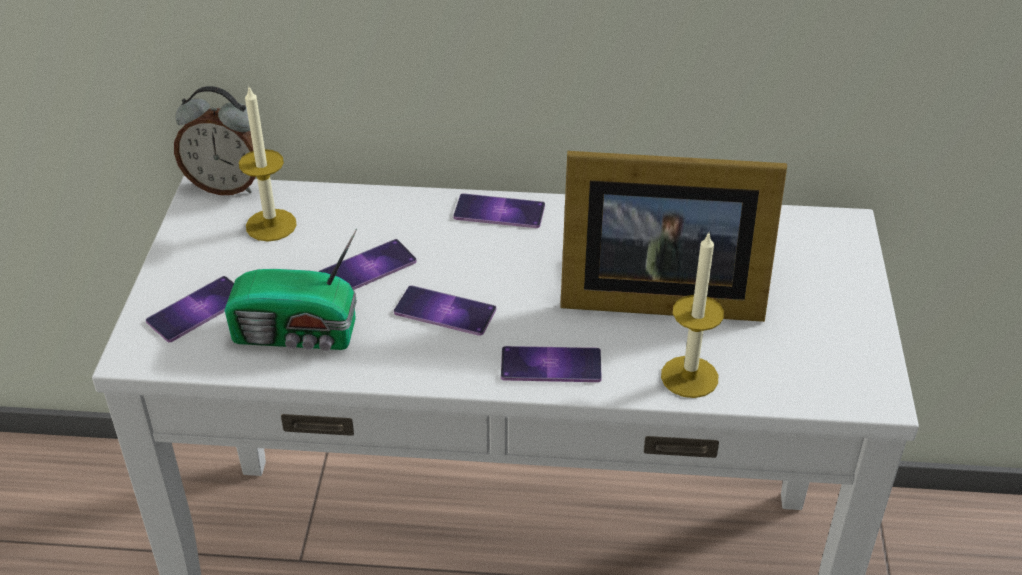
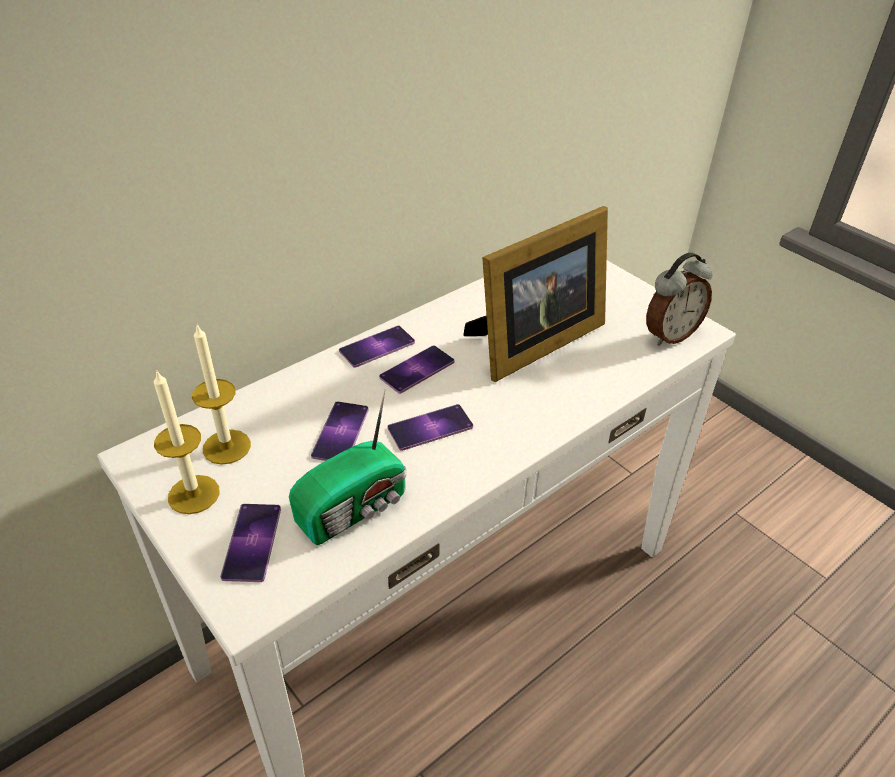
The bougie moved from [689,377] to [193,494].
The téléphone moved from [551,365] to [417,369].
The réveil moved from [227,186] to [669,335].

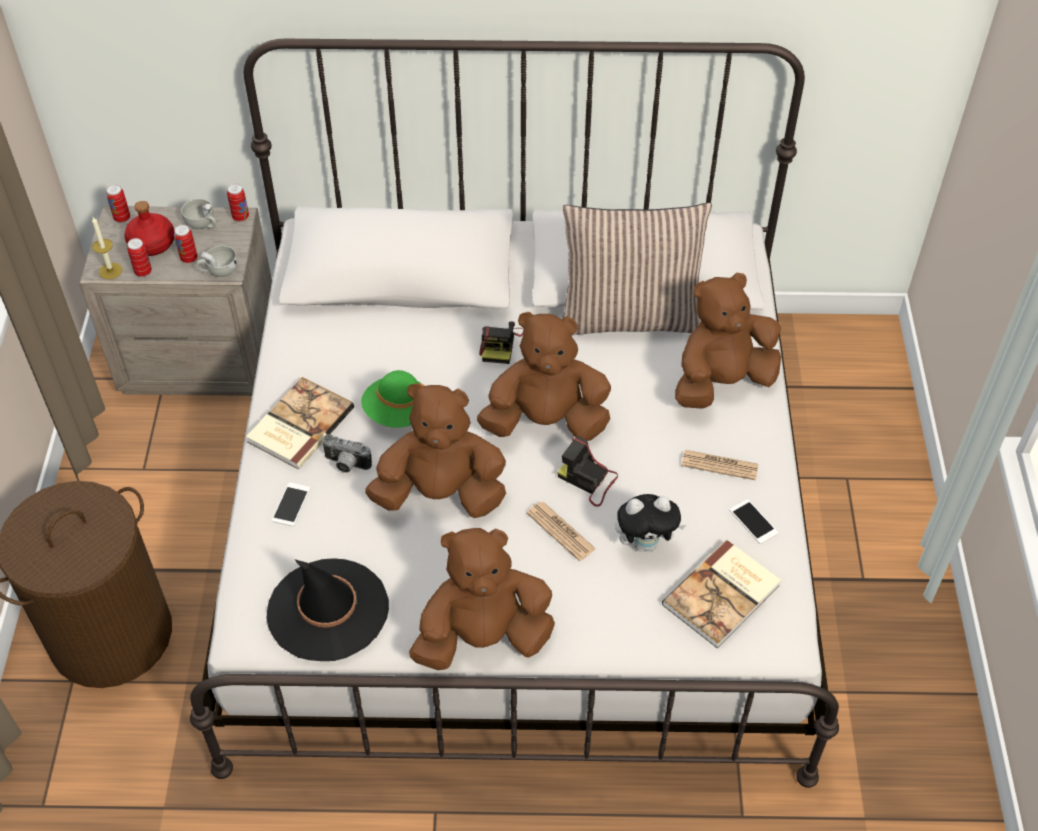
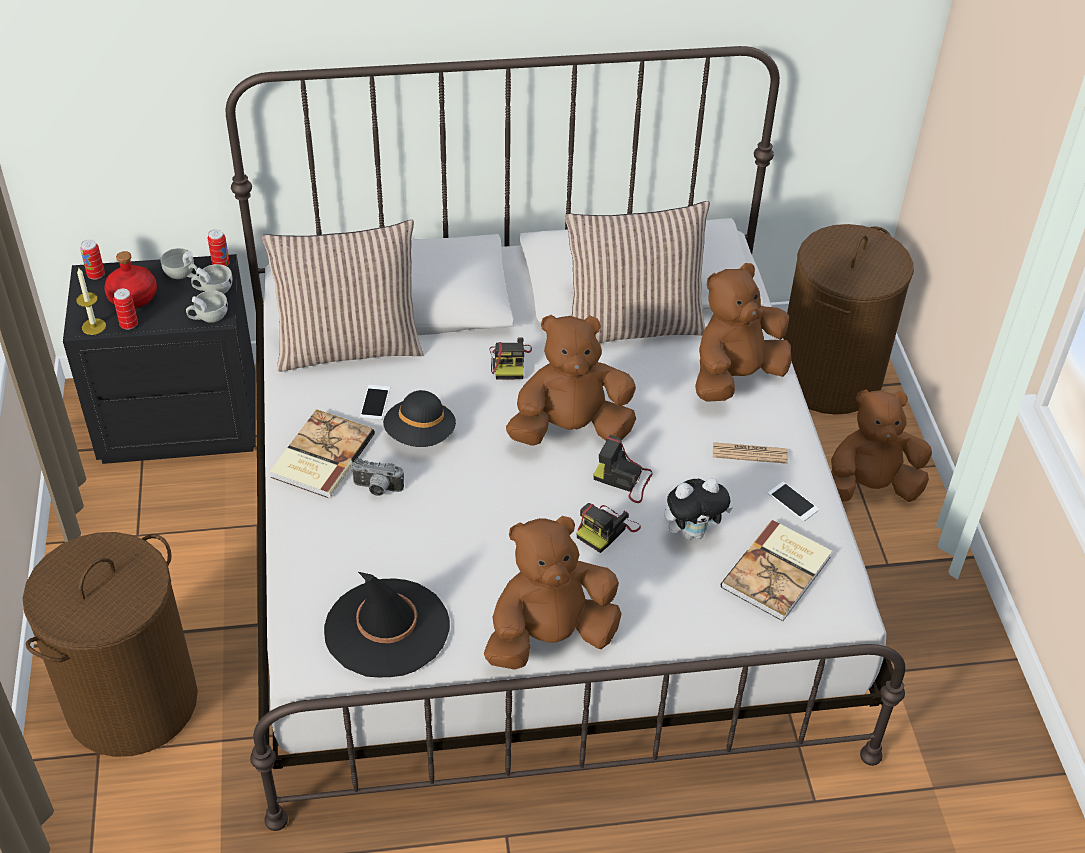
The table de chevet/beige at [202,358] became the table de chevet/noir at [180,420].
The tasse/blanc at [213,290] appeared.
The coussin at [349,346] appeared.
The téléphone moved from [291,504] to [375,402].
The chapeau/vert at [398,412] became the chapeau/noir at [420,435].
The journal at [560,531] was replaced by the appareil photo at [606,530].
The panier à linge/marron at [829,378] appeared.
The peluche/marron moved from [441,494] to [869,487].
The boîte métallique at [189,258] disappeared.

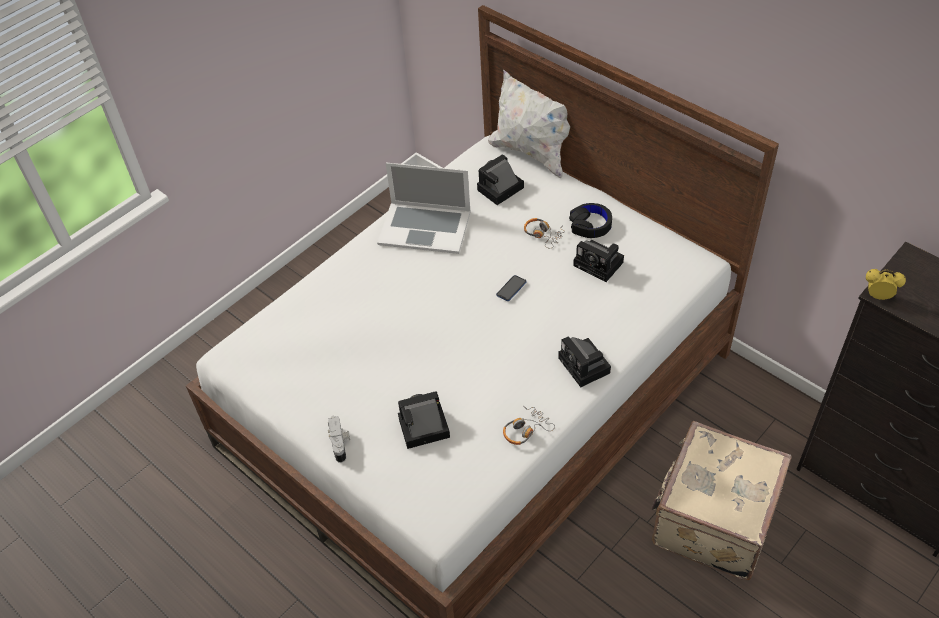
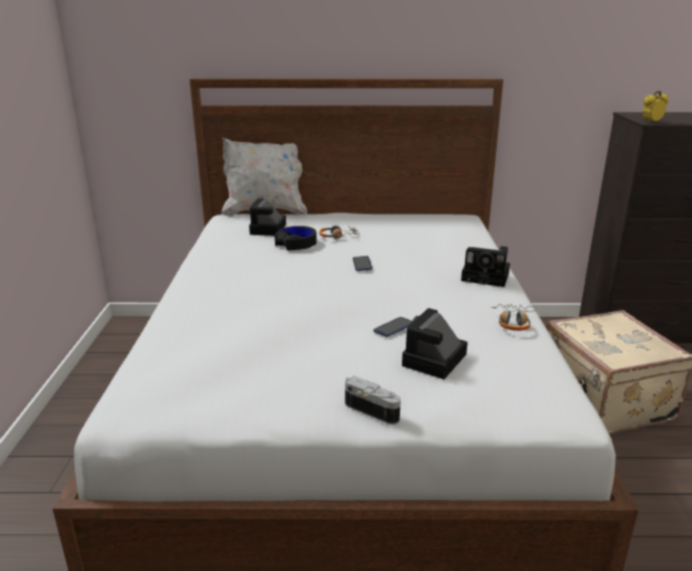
The casque audio/noir moved from [590,225] to [296,244].
The téléphone at [393,328] appeared.
The ordinateur portable at [425,227] disappeared.
The appareil photo at [600,264] disappeared.

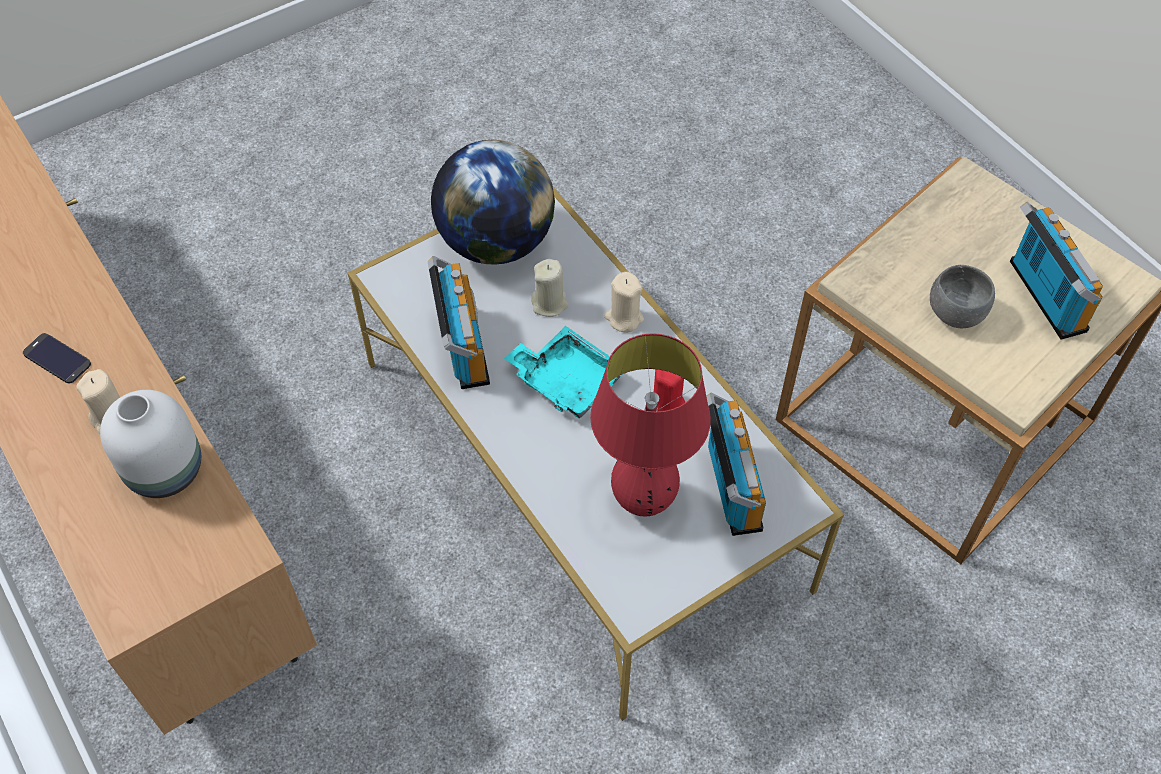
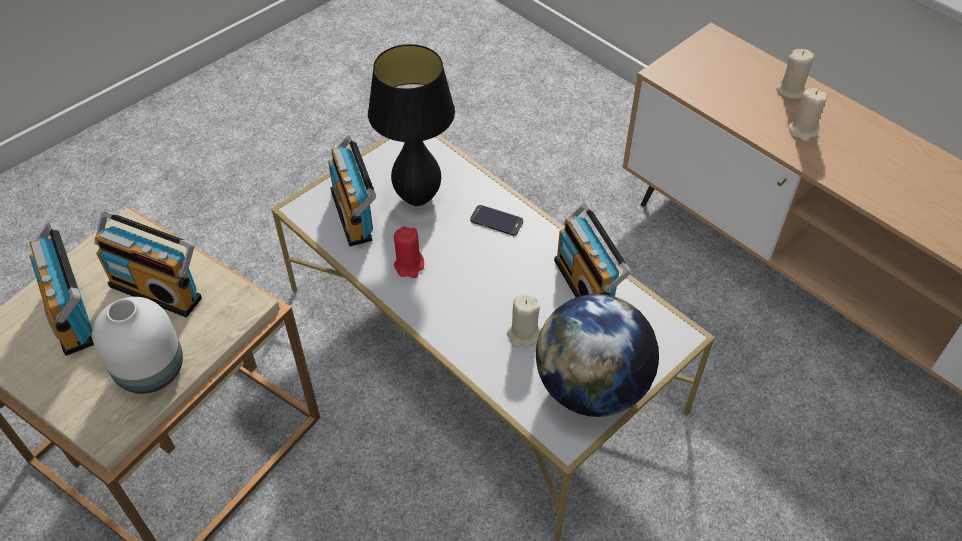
The vase/blanc moved from [166,468] to [150,372].
The bol/gris at [955,313] was replaced by the radio at [159,289].
The lampe de table/rouge at [644,501] became the lampe de table/noir at [417,198].
The téléphone moved from [57,358] to [496,220].
The bougie/beige moved from [624,318] to [791,90].
The plateau/turquoise at [567,381] disappeared.

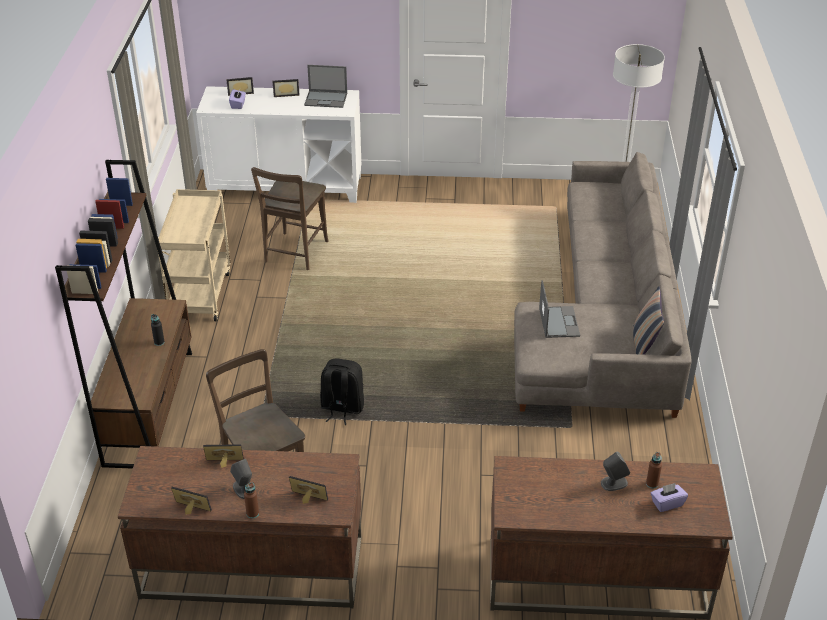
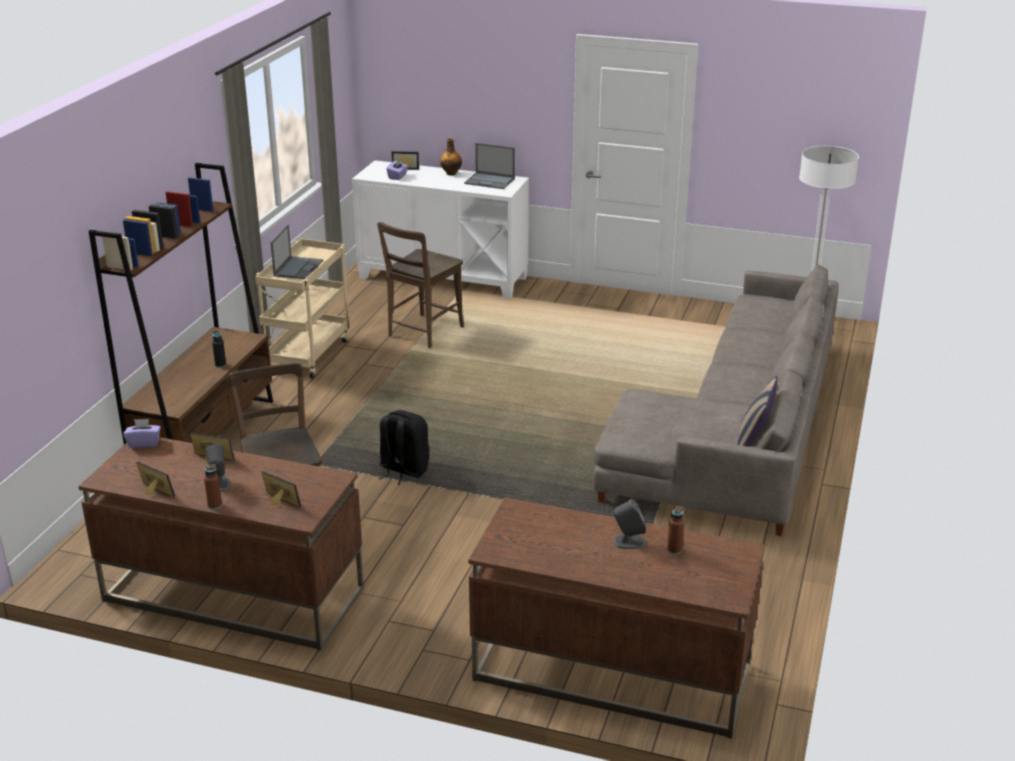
The boîte à mouchoirs/violet moved from [667,503] to [144,443].
The ordinateur portable moved from [558,322] to [298,268].
The cadre photo at [286,94] was replaced by the bouteille at [451,173].

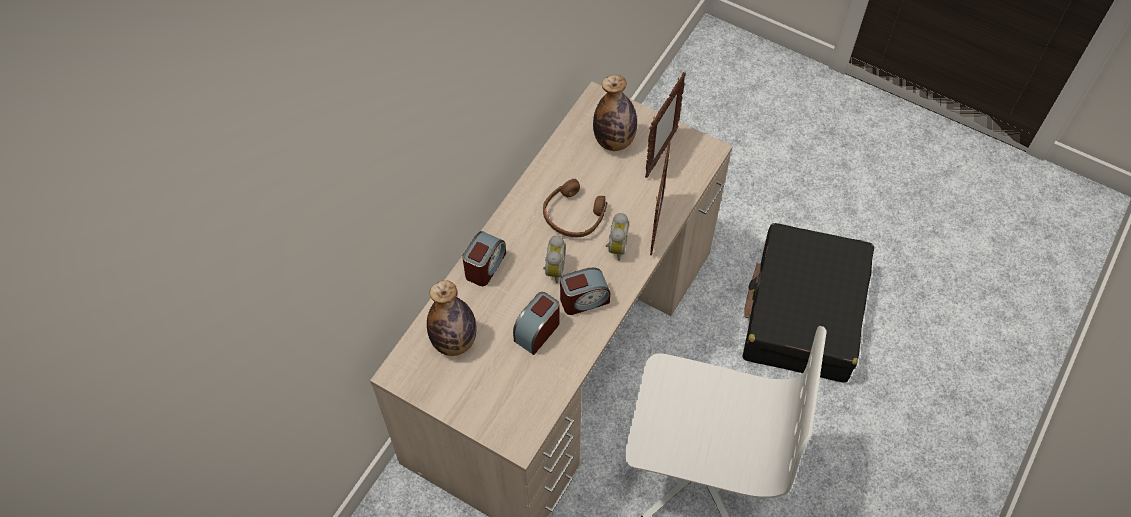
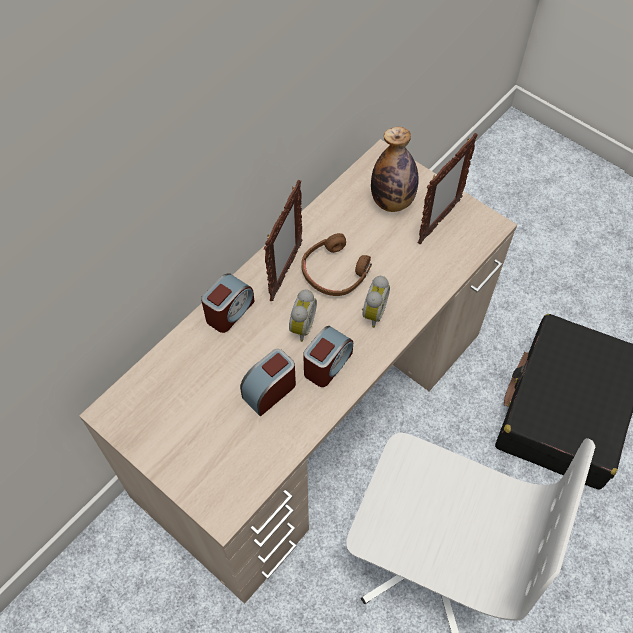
The cadre photo moved from [656,226] to [285,272].
The réveil at [584,300] turned 45 degrees counterclockwise.
The bouteille at [454,341] disappeared.

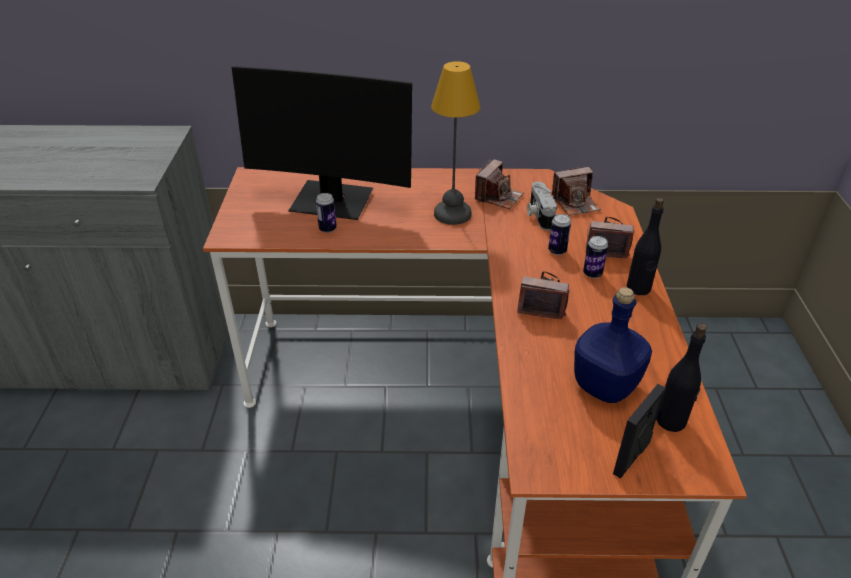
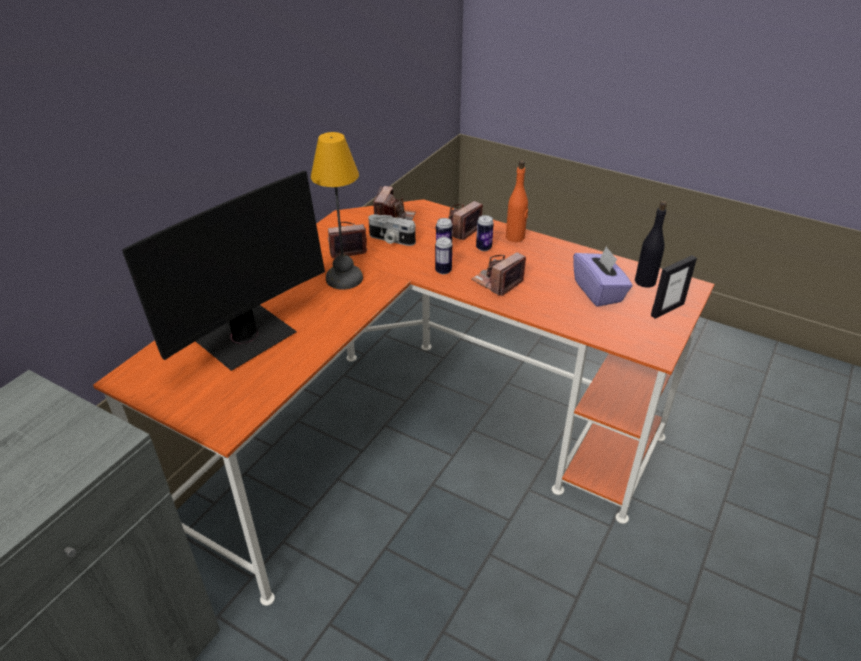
The appareil photo at [498,197] turned 75 degrees counterclockwise.
The boîte métallique moved from [327,229] to [443,271].
The bouteille/noir at [638,288] became the bouteille/orange at [515,237].
The bouteille/bleu at [605,385] was replaced by the boîte à mouchoirs/violet at [598,291].
The cadre photo at [632,457] turned 105 degrees counterclockwise.

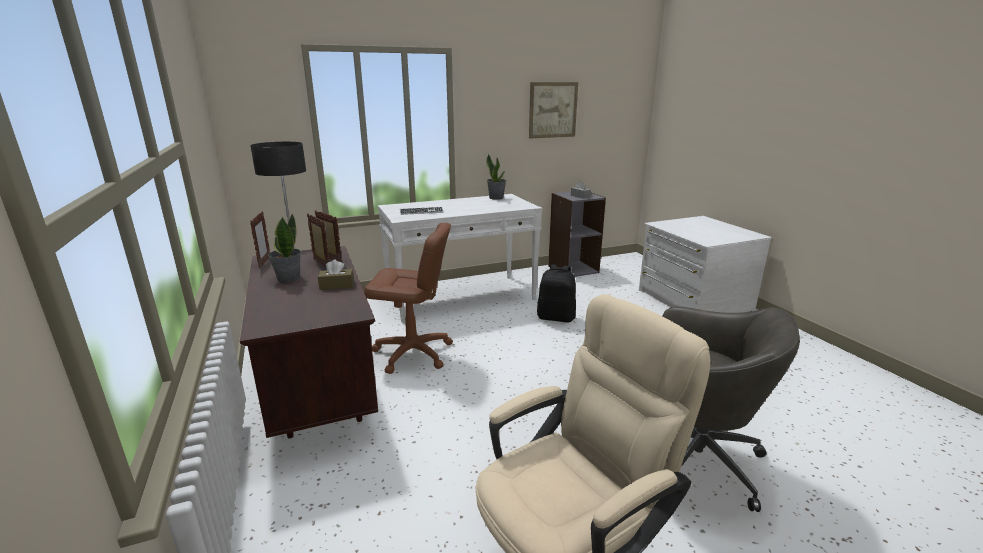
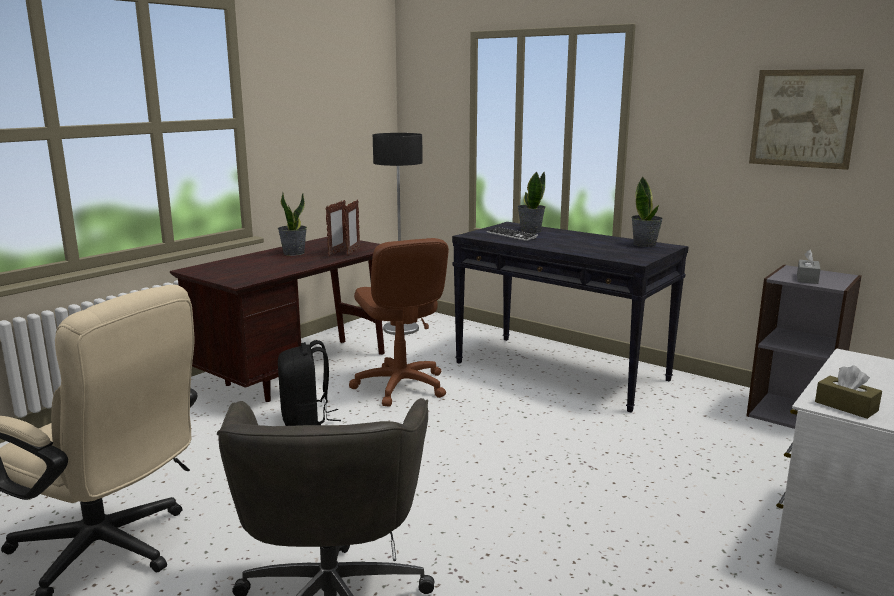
The sac à dos/noir moved from [556,317] to [306,421].
The table console/blanc at [461,297] became the table console/noir at [561,371].
The plante en pot at [530,231] appeared.
The boîte à mouchoirs/marron moved from [336,285] to [846,406].
The cadre photo at [264,262] disappeared.

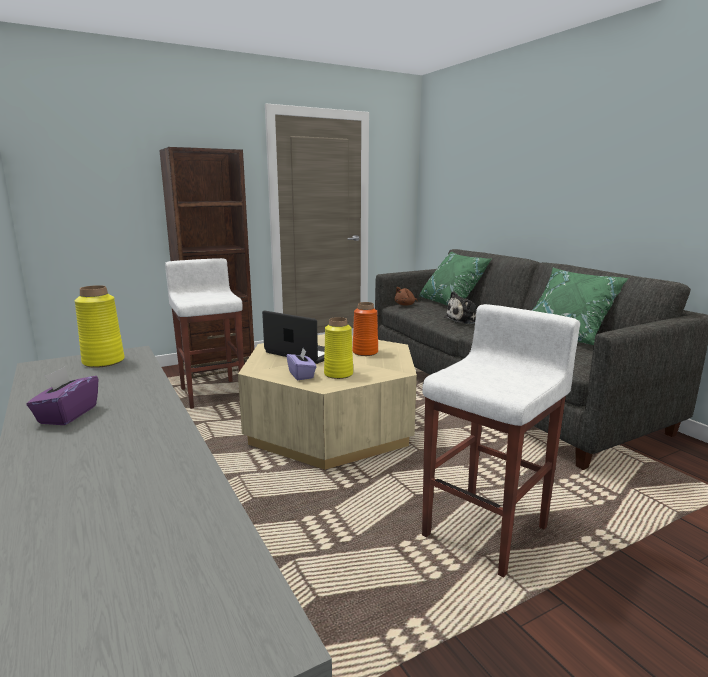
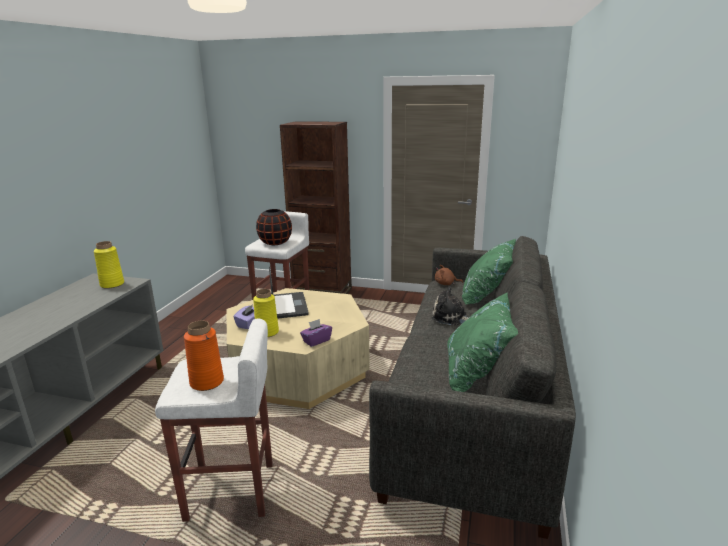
The vase/orange moved from [365,352] to [207,382].
The vase/noir at [275,243] appeared.
The boîte à mouchoirs/violet moved from [67,415] to [316,341].

